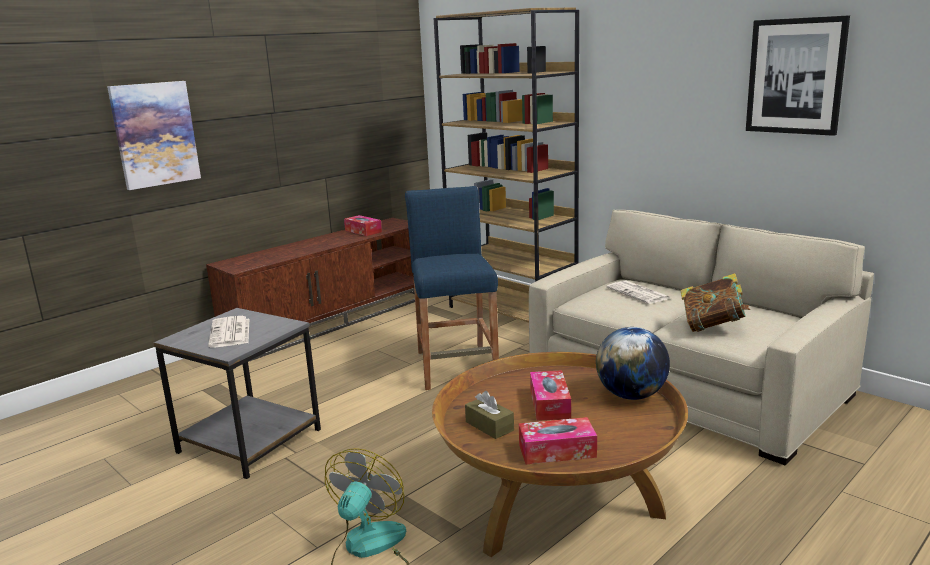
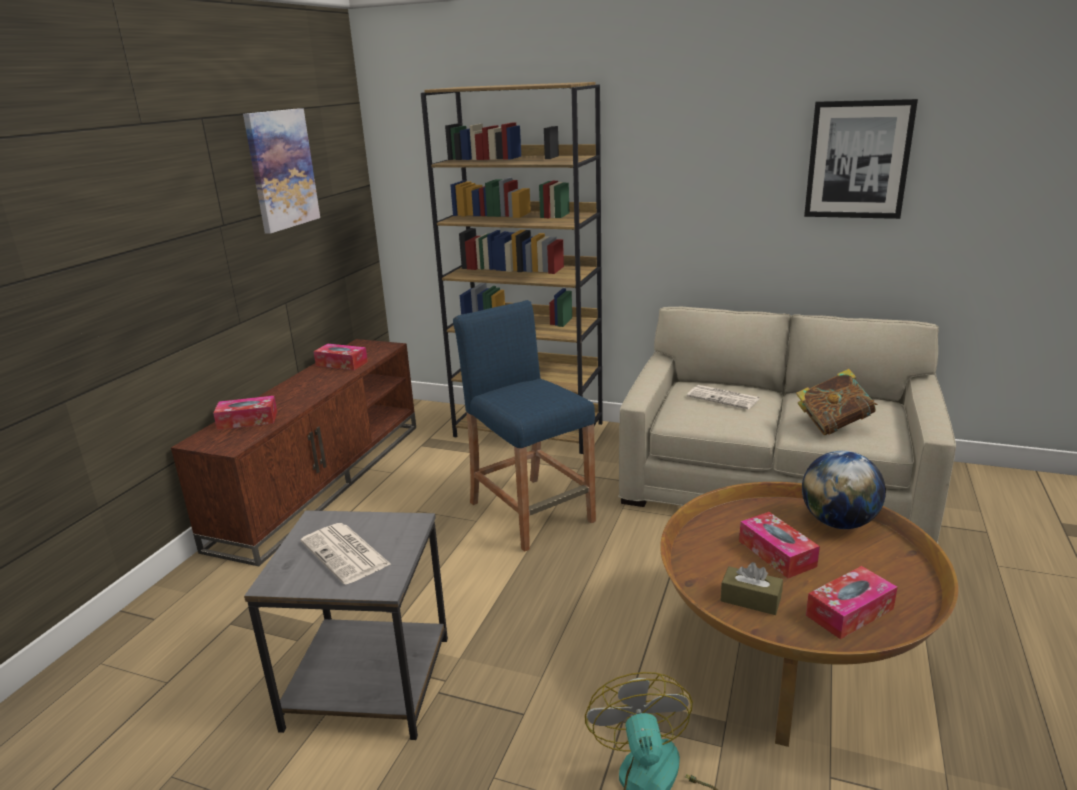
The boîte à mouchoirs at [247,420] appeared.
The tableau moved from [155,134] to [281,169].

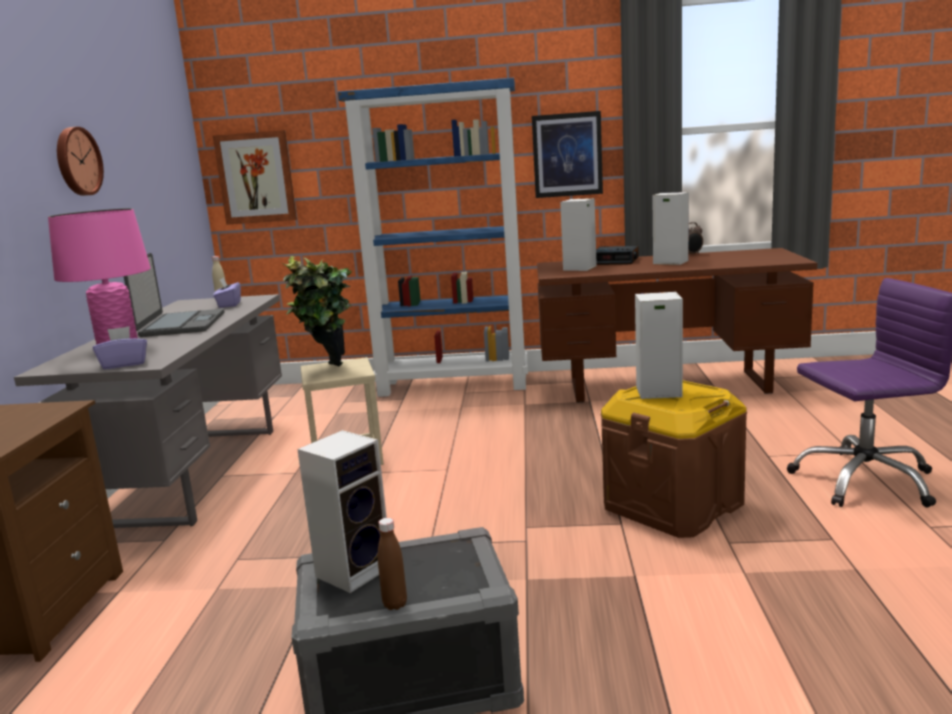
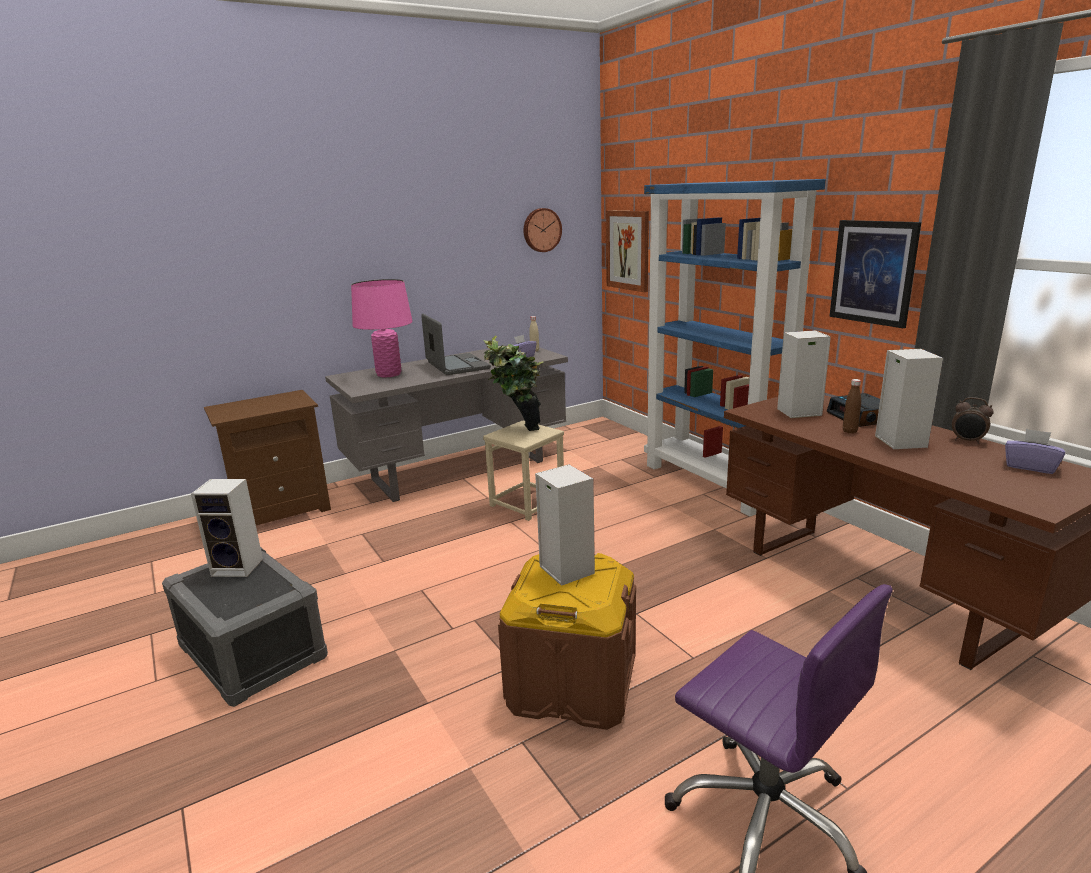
The ordinateur portable at [181,325] turned 75 degrees counterclockwise.
The horloge murale moved from [77,161] to [541,230].
The bouteille/marron moved from [395,604] to [849,431].
The boîte à mouchoirs/violet moved from [124,364] to [1030,466].

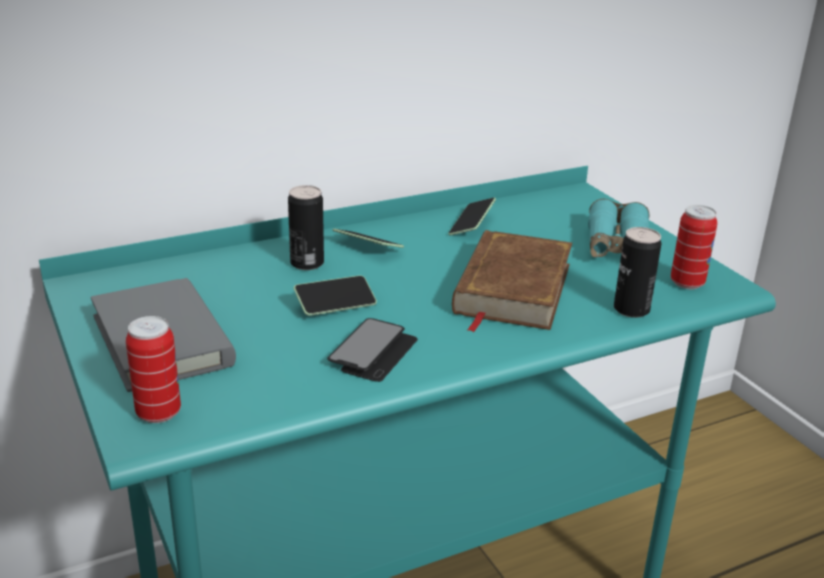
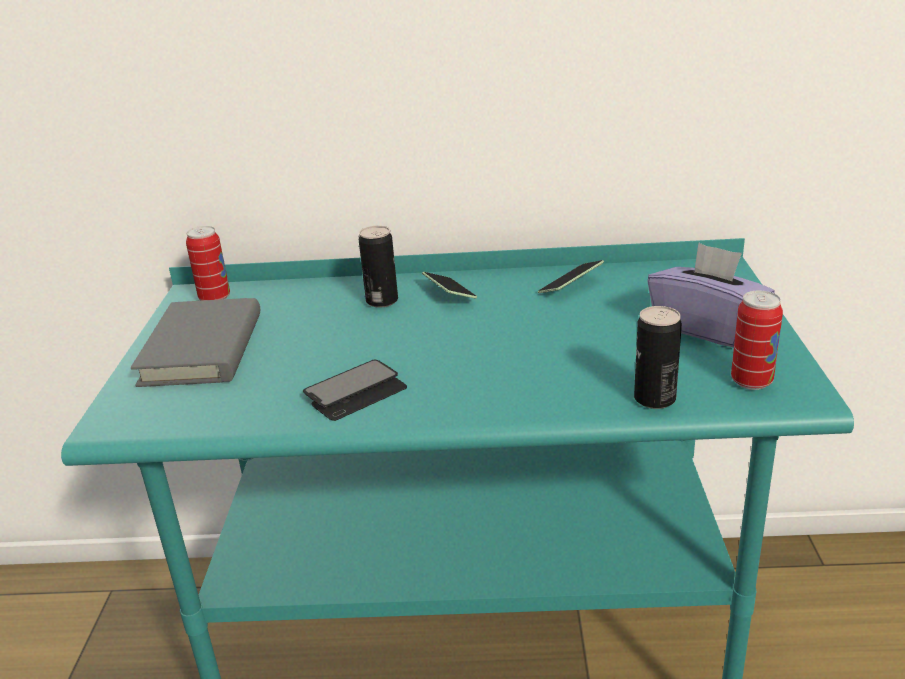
The boîte métallique moved from [158,413] to [214,298].
The jumelles/turquoise at [615,245] was replaced by the boîte à mouchoirs/violet at [707,327].
The téléphone at [335,305] disappeared.
The livre/marron at [512,288] disappeared.

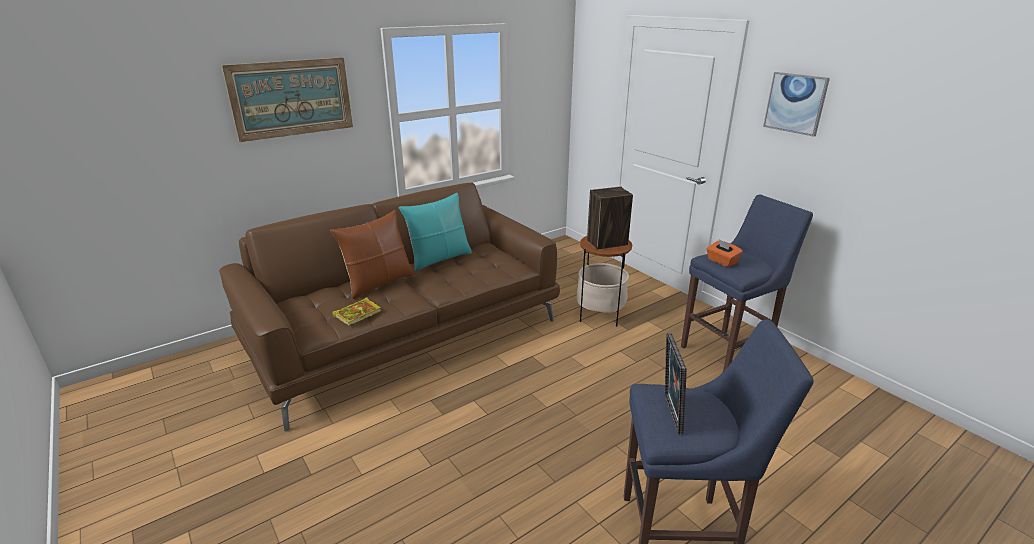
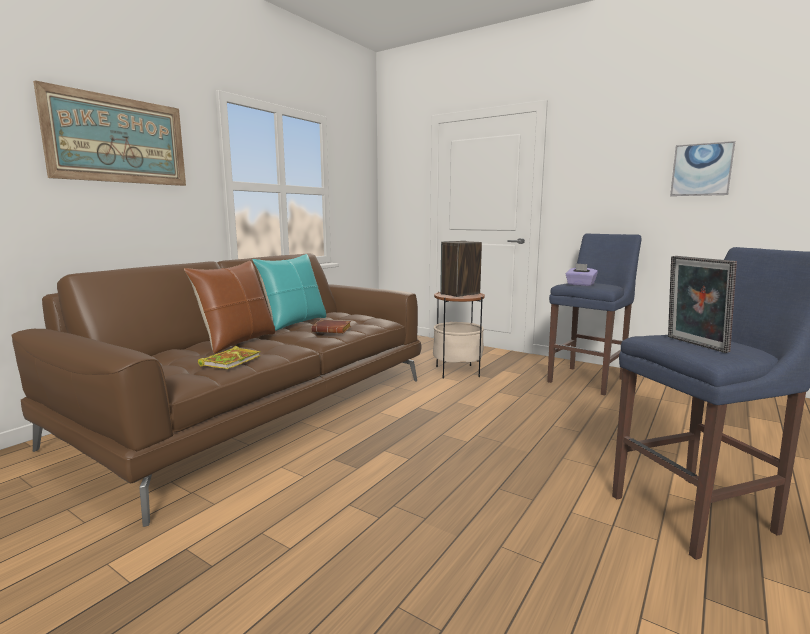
The livre/marron at [333,330] appeared.
The boîte à mouchoirs/orange at [722,261] became the boîte à mouchoirs/violet at [580,284].
The tableau moved from [795,103] to [701,169].

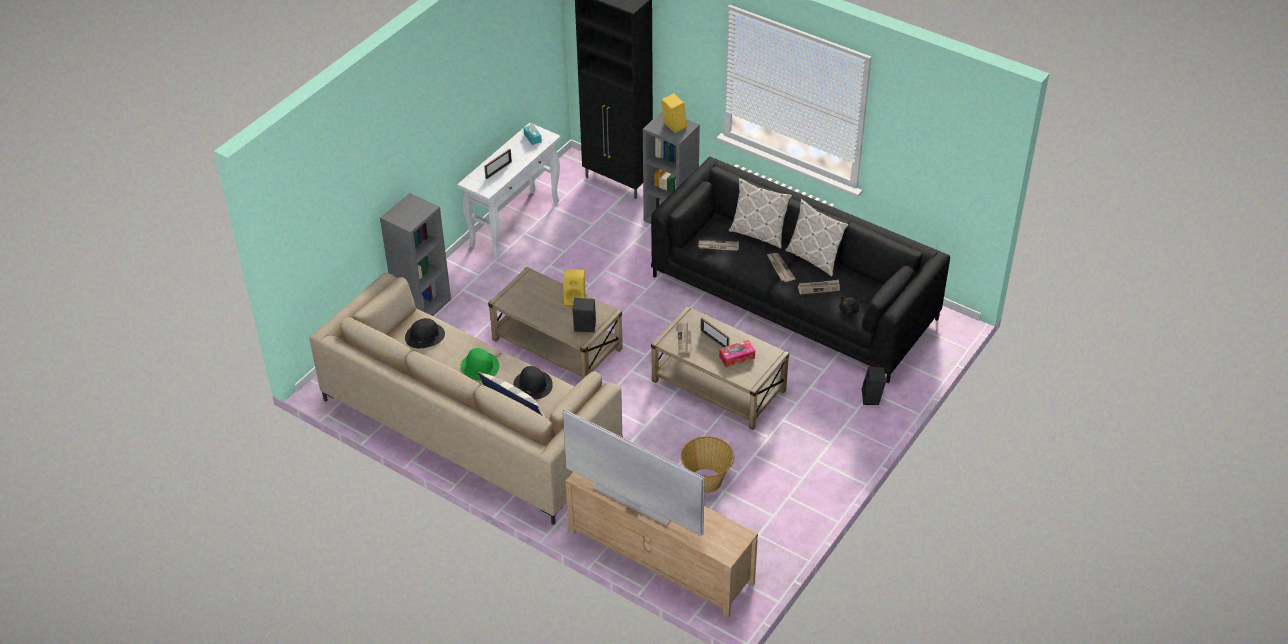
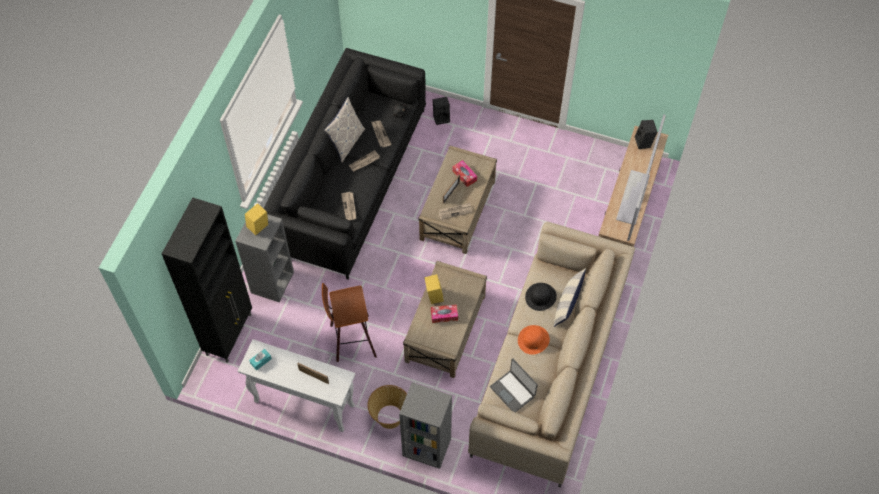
The tabouret at [351,339] appeared.
The panier moved from [706,480] to [390,416].
The boîte à mouchoirs at [444,315] appeared.
The chapeau/noir at [424,336] was replaced by the ordinateur portable at [513,391].
The chapeau/vert at [479,366] became the chapeau/orange at [533,340].
The enceinte/noir moved from [584,328] to [644,142].
The coussin at [758,234] disappeared.

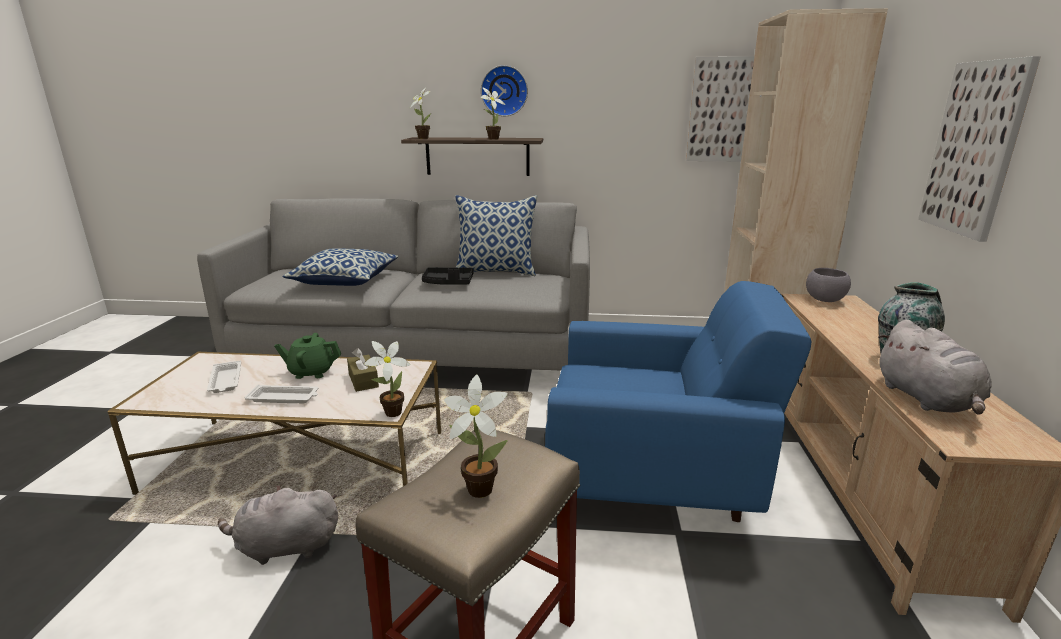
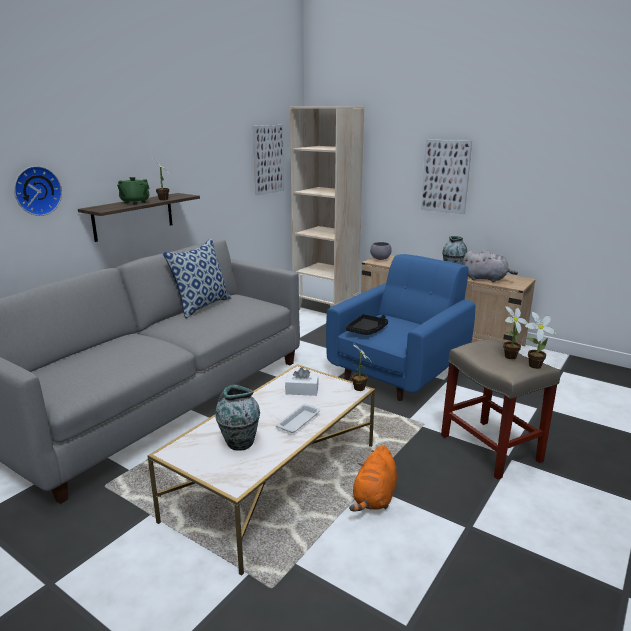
The horloge murale moved from [504,91] to [36,190].
The théière/vert moved from [311,372] to [135,202].
The plateau/blanc at [225,381] was replaced by the vase at [239,443].
The boîte à mouchoirs/marron at [363,380] became the boîte à mouchoirs/blanc at [302,391].
The plateau/noir moved from [448,283] to [367,330].
The peluche/gris at [285,547] became the peluche/orange at [374,498].
The plante en pot moved from [422,138] to [532,366].
The coussin at [345,281] disappeared.

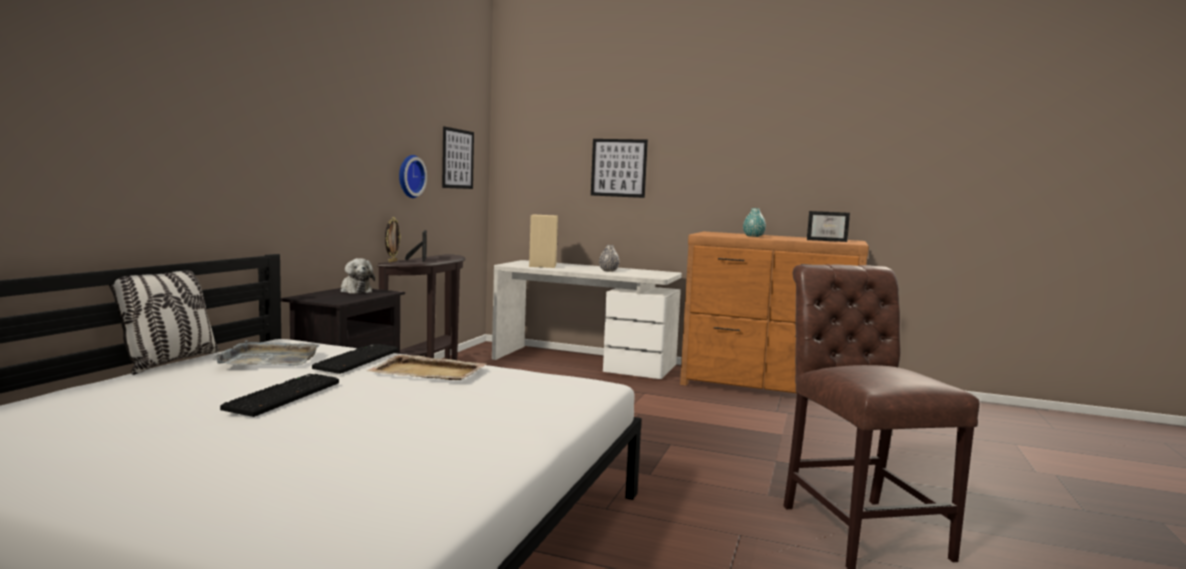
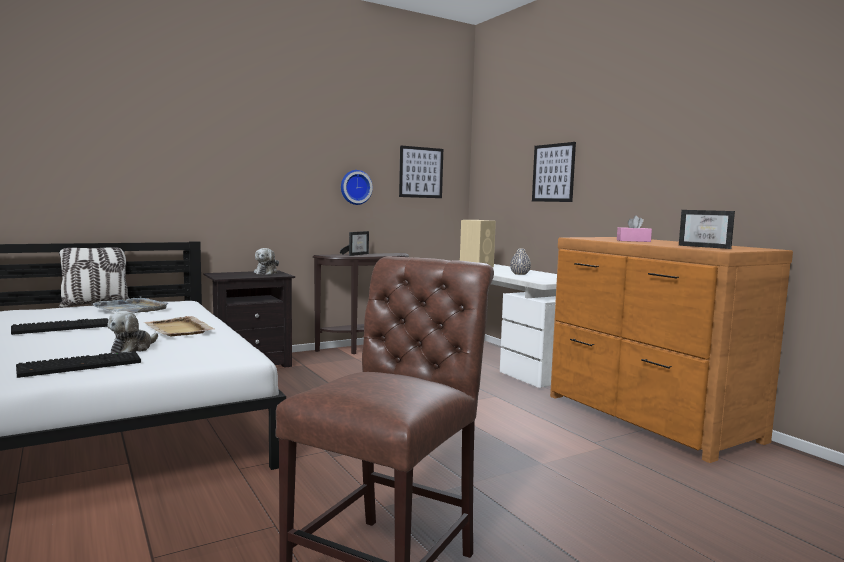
The clavier moved from [356,359] to [81,365].
The peluche at [133,348] appeared.
The vase/turquoise at [753,236] was replaced by the boîte à mouchoirs/rose at [633,241].
The cadre photo at [392,261] disappeared.

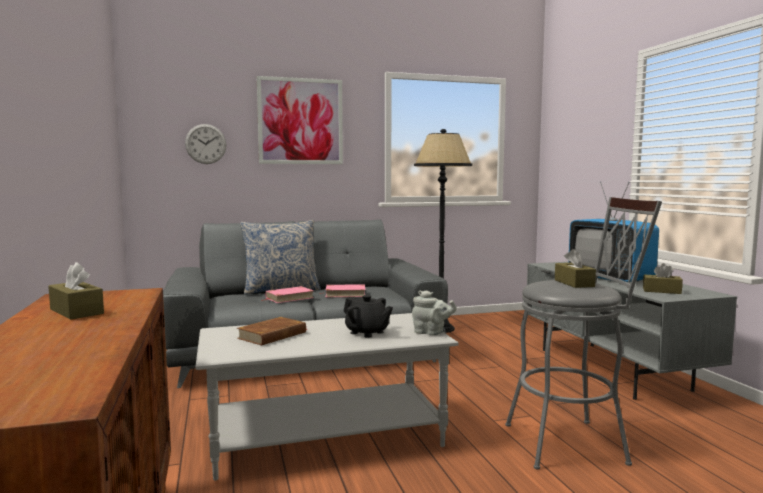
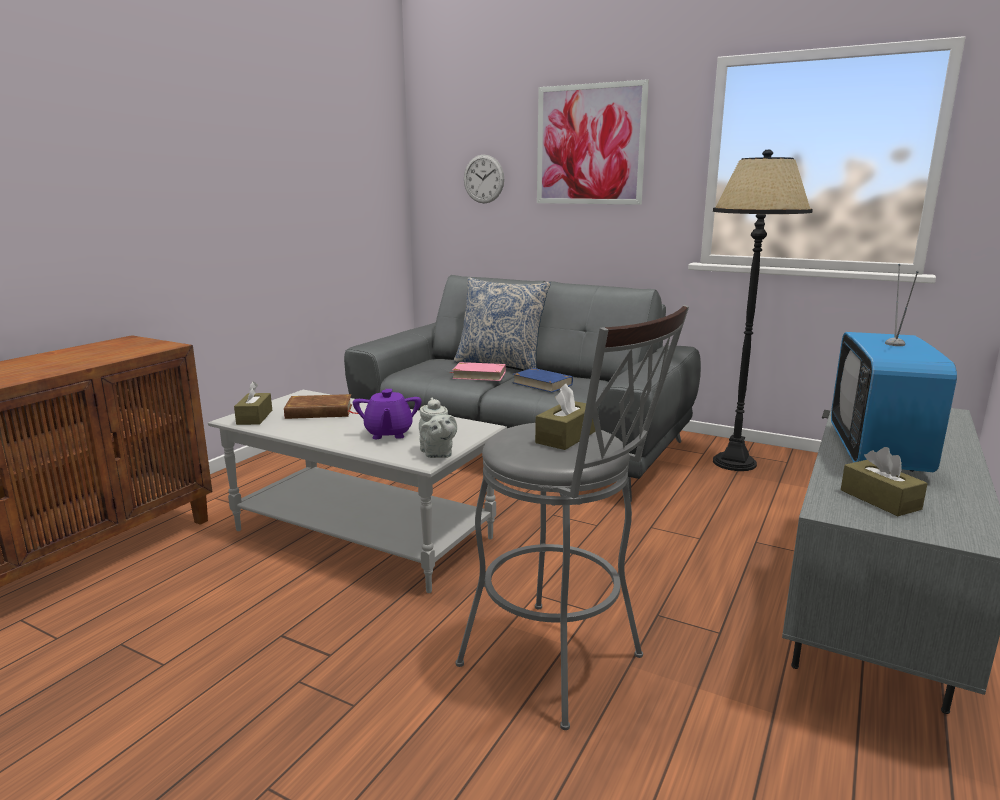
The boîte à mouchoirs/marron moved from [76,311] to [254,417].
The théière/noir at [367,332] became the théière/violet at [388,433].
The livre/rose at [345,294] became the livre/bleu at [542,384].

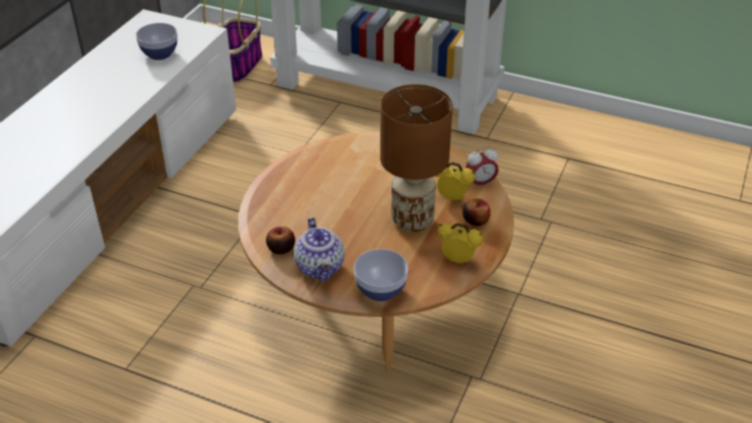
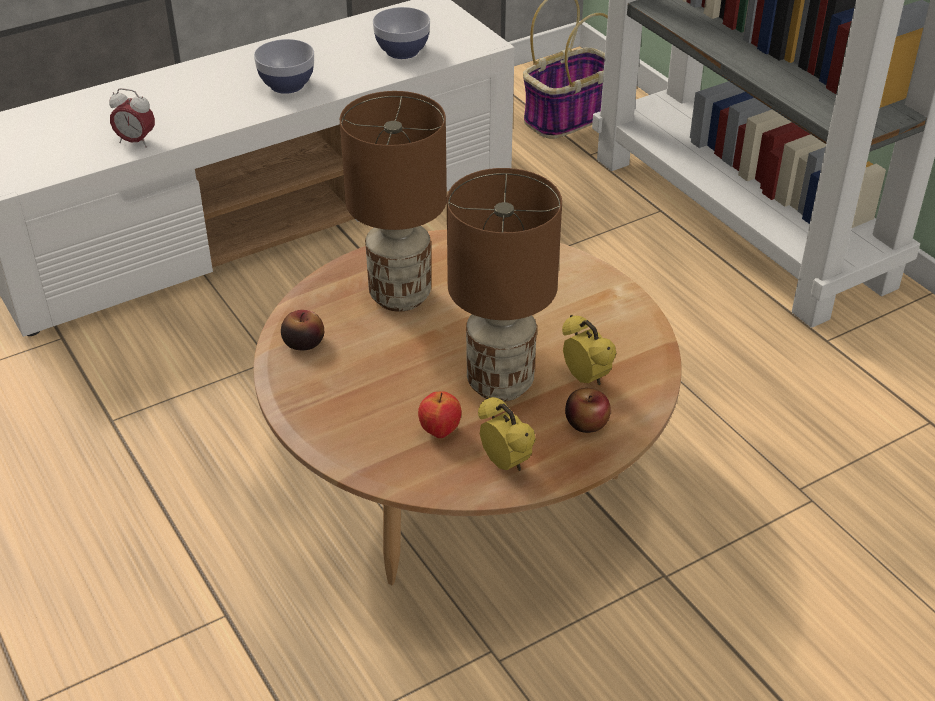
The réveil moved from [480,183] to [136,142].
The bol moved from [380,290] to [287,85].
The lampe de table/marron at [399,295] appeared.
The pomme at [440,431] appeared.
The théière at [320,268] disappeared.

